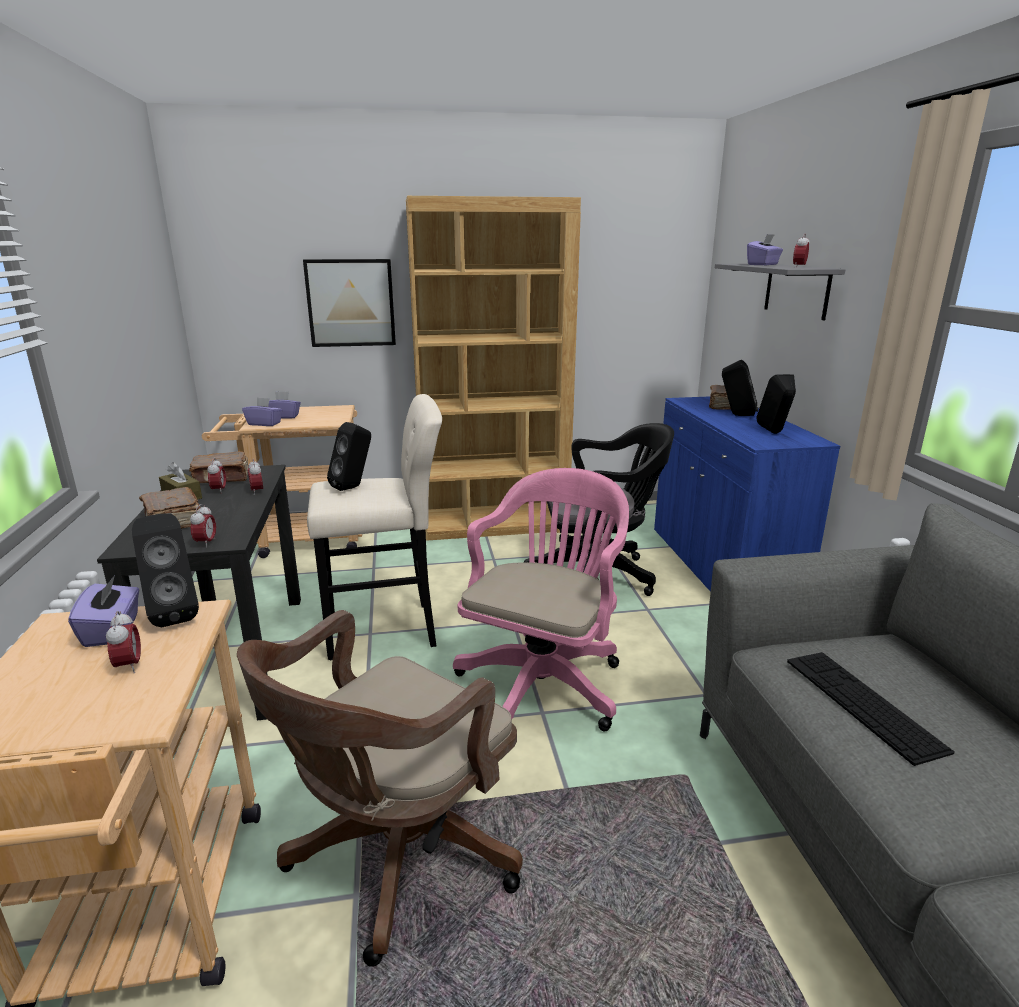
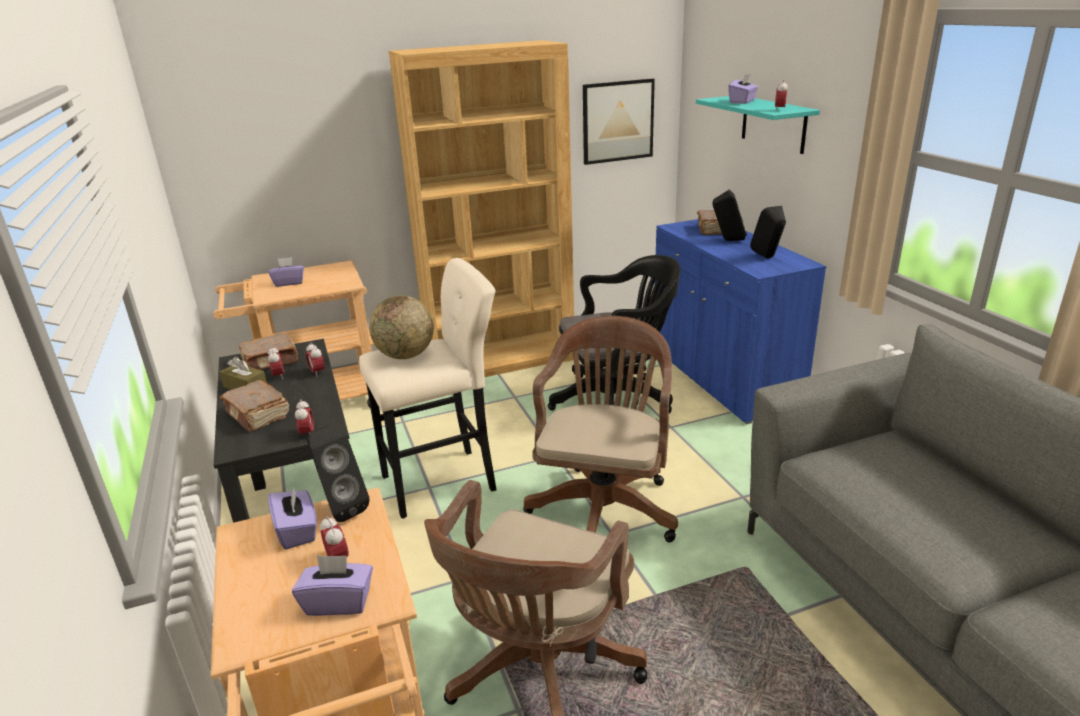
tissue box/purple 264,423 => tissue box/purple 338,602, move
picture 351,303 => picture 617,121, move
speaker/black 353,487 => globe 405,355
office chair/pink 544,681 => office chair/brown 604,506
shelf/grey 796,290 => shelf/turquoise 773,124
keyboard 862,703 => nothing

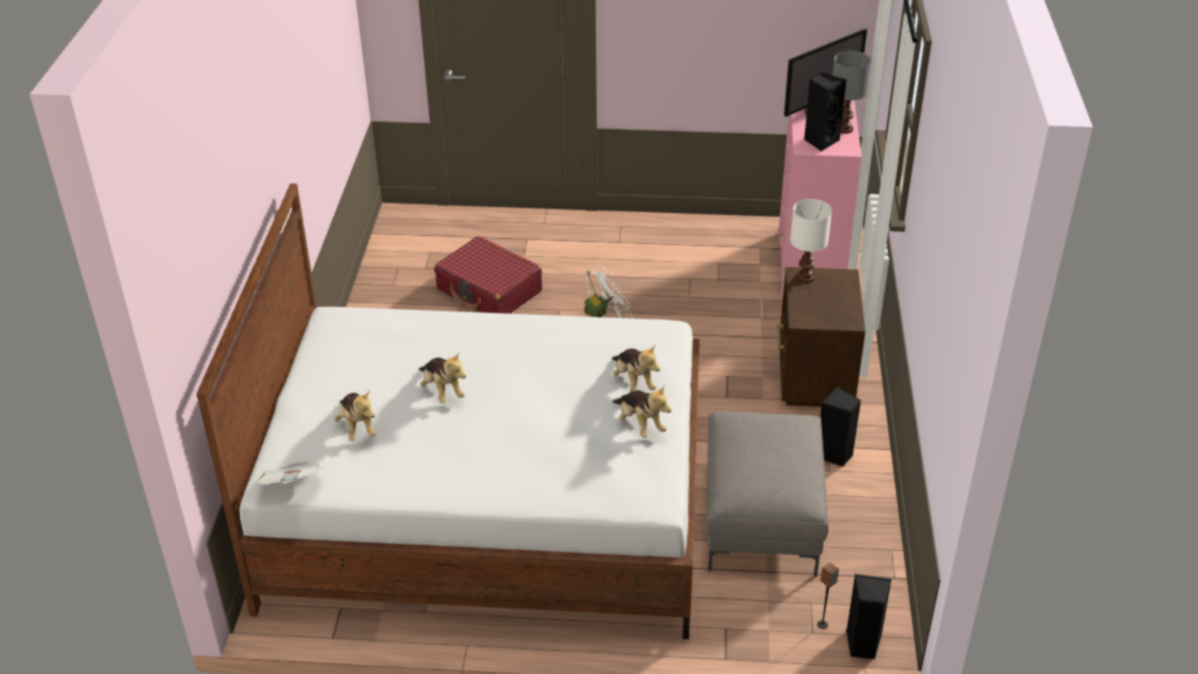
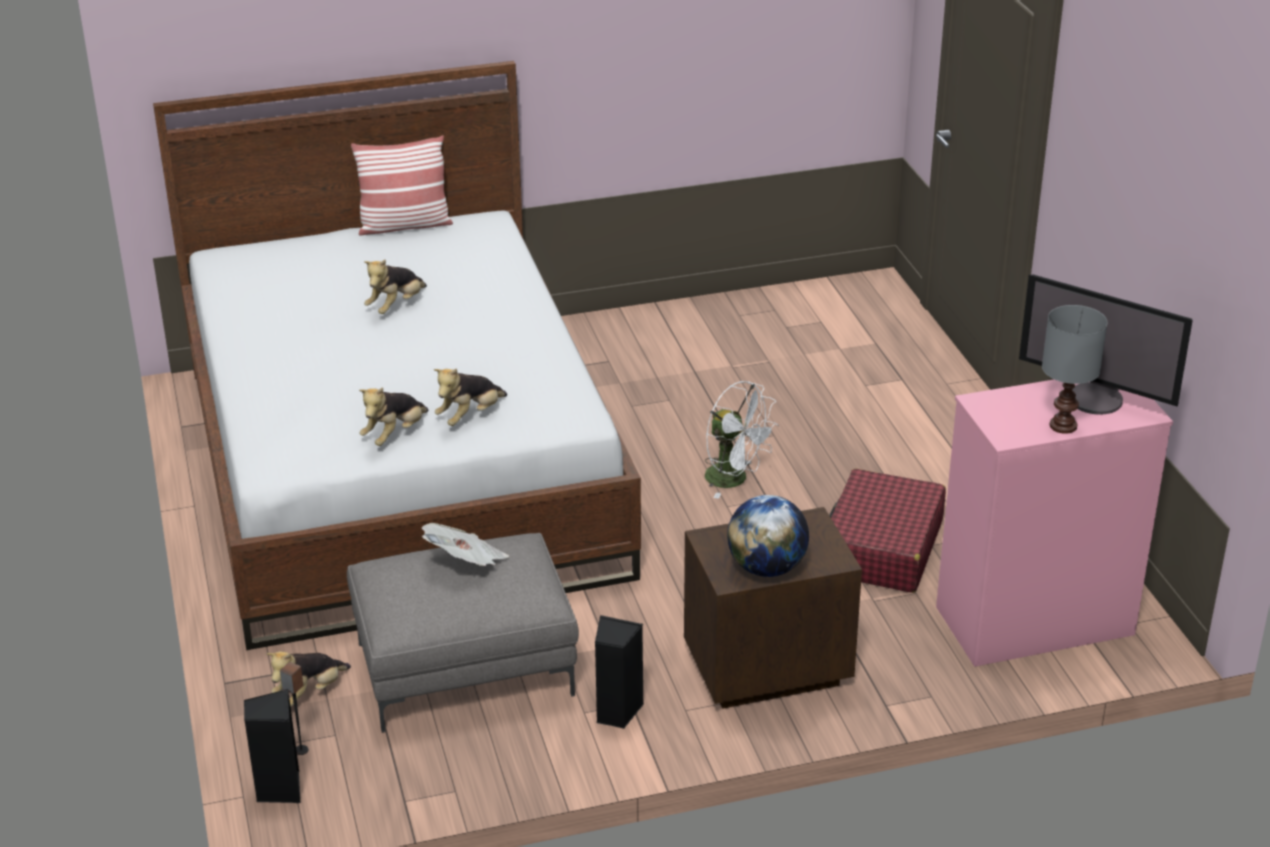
newspaper 293,485 => newspaper 466,563, move
plush toy 357,427 => plush toy 310,693, move
suitcase/red 489,291 => suitcase/red 881,548, move
table lamp/white 804,277 => nothing
speaker/black 820,141 => nothing
nothing => pillow 404,225
nothing => globe 766,568

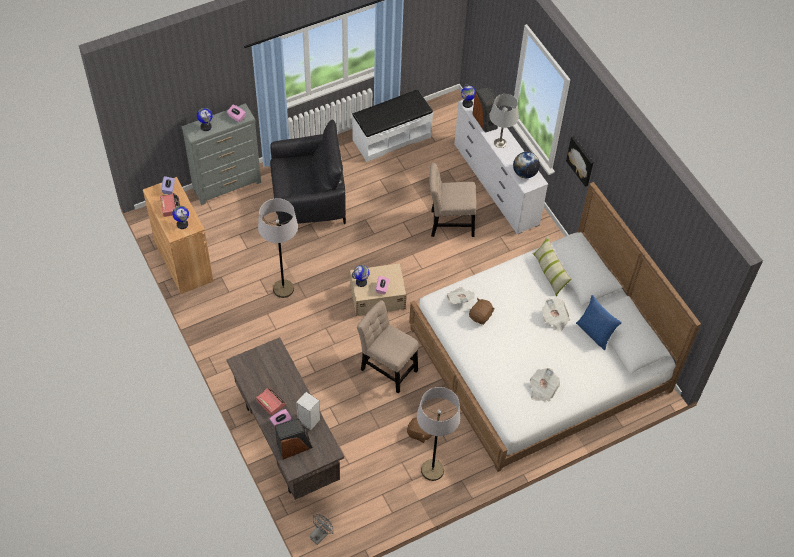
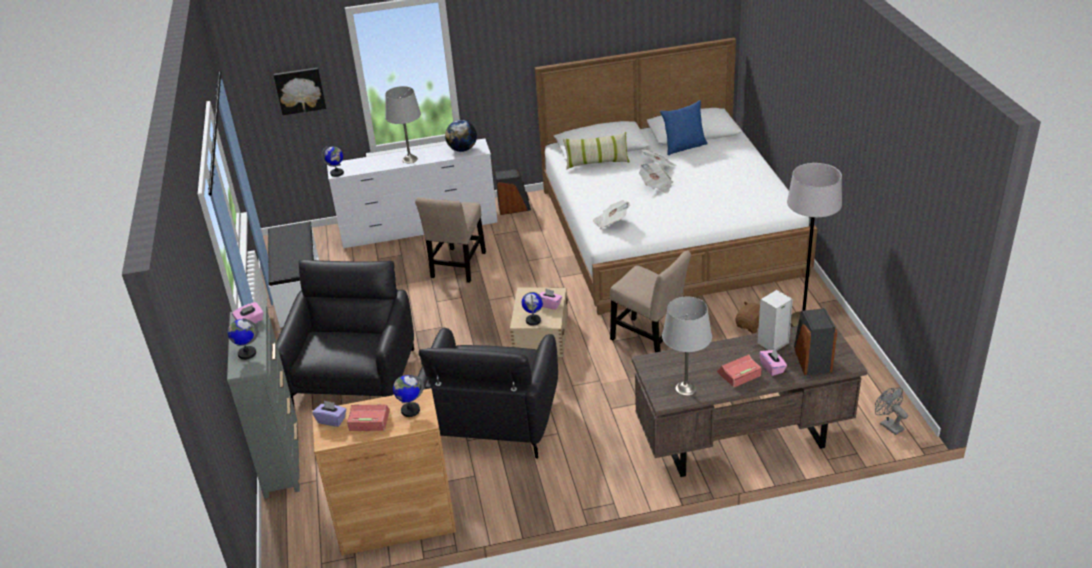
floor lamp/grey 283,289 => armchair/black 493,418
chair/beige 387,368 => chair/beige 650,340, 105 degrees counterclockwise
plush toy/brown 480,316 => nothing
speaker 485,120 => speaker 514,208, move
newspaper 542,389 => newspaper 656,186, move
picture 581,160 => picture 300,90, move
nothing => table lamp/grey 685,388

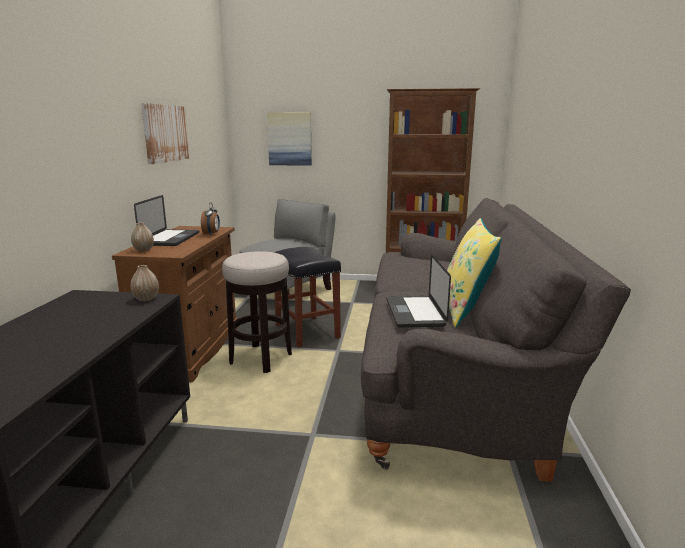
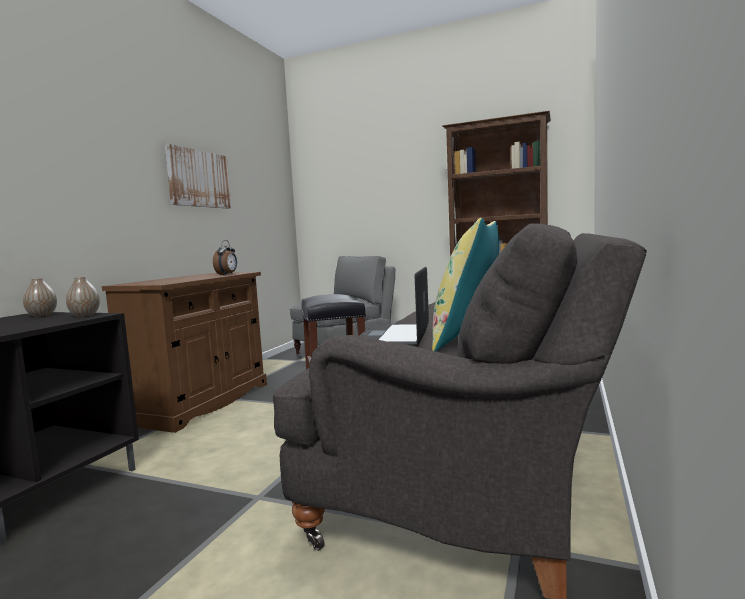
vase 143,250 => vase 42,315, move
laptop 170,239 => nothing
stool 261,358 => nothing
picture 290,139 => nothing

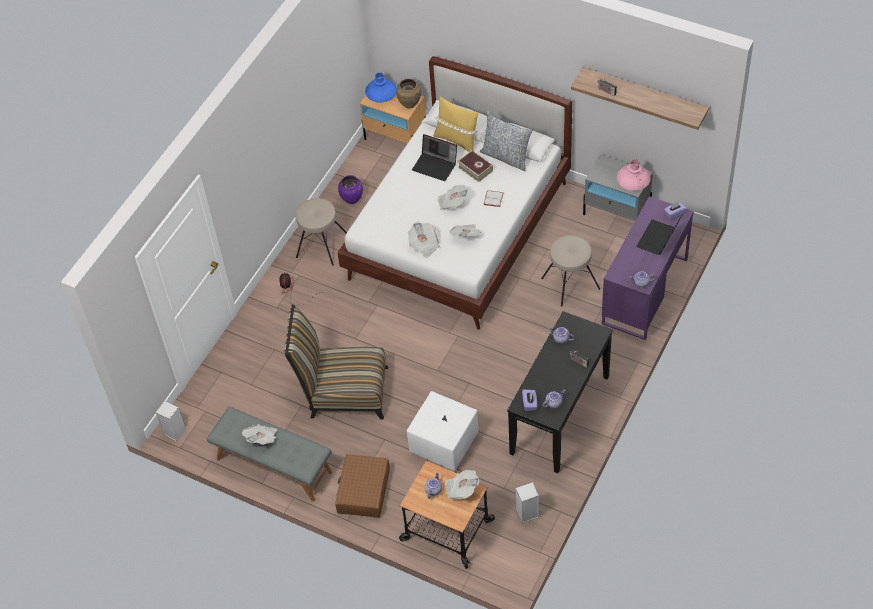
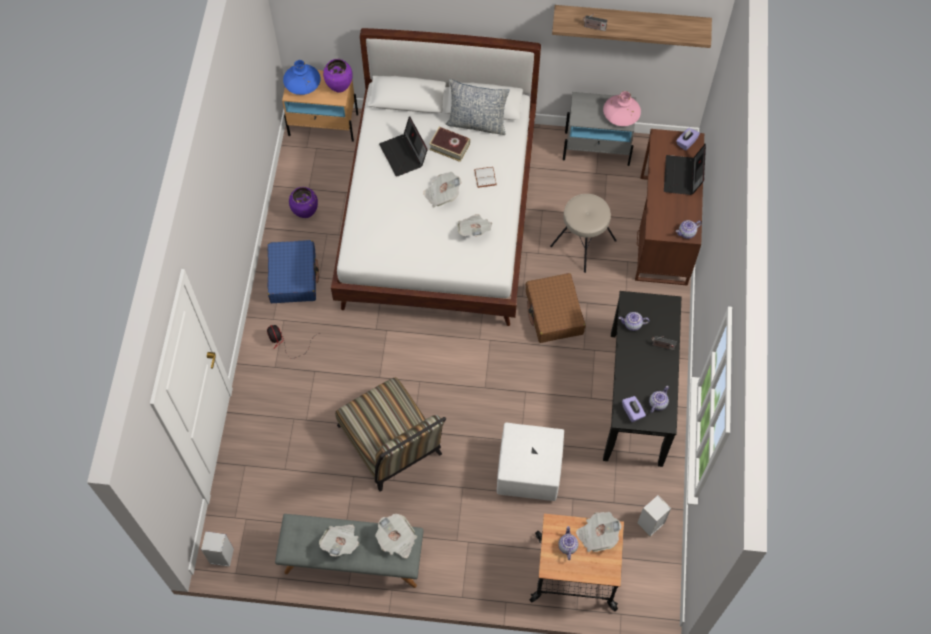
chair 343,392 => chair 393,445, 105 degrees counterclockwise
stool/beige 321,245 => suitcase/blue 293,276
suitcase/brown 363,491 => suitcase/brown 554,313, move
vase/brown 409,104 => vase/purple 339,87
newspaper 424,245 => newspaper 397,540, move
laptop 435,165 => laptop 404,155, 60 degrees clockwise
pillow/yellow 456,140 => nothing
desk/purple 644,291 => desk/brown 663,230

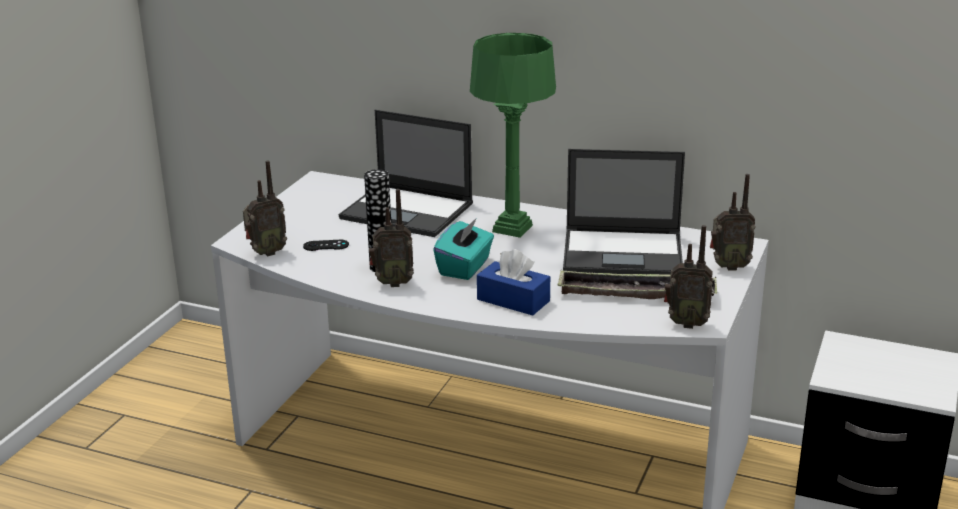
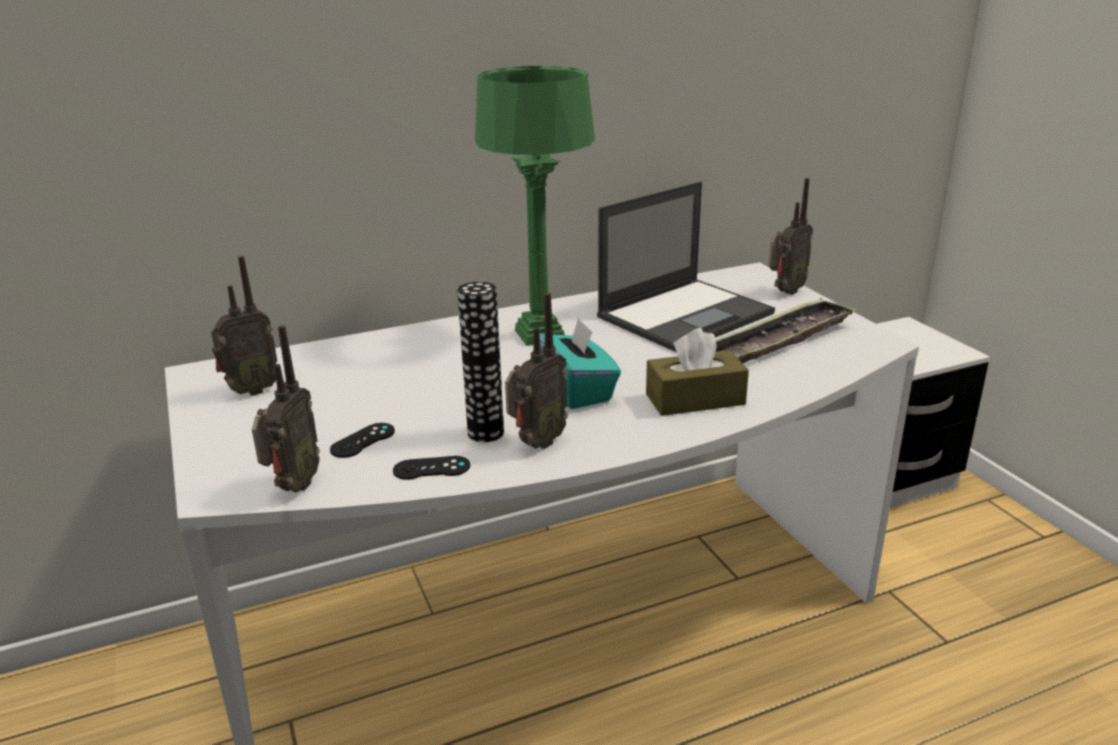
laptop 408,211 => nothing
tissue box/blue 513,300 => tissue box/brown 695,399
radio 686,323 => radio 250,391, move
nothing => game controller/black 431,468

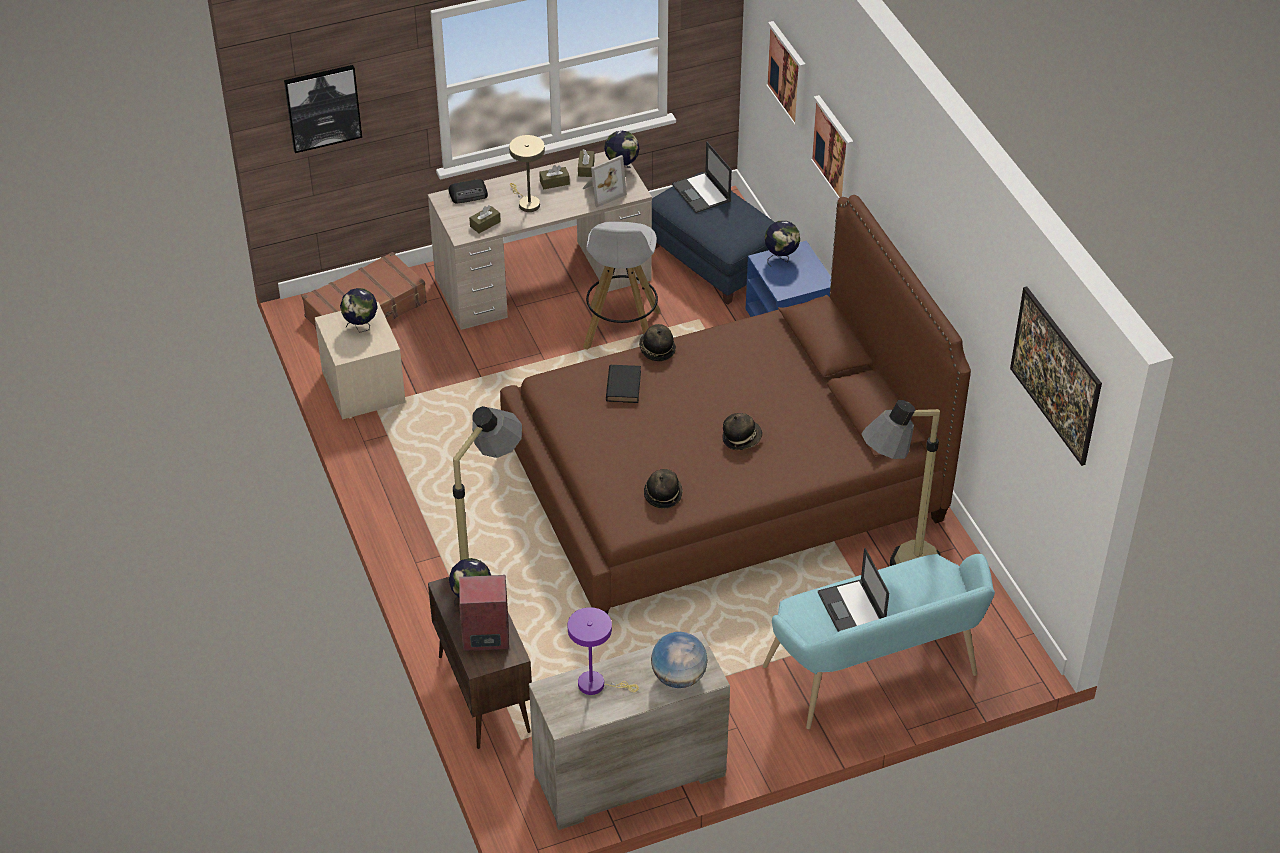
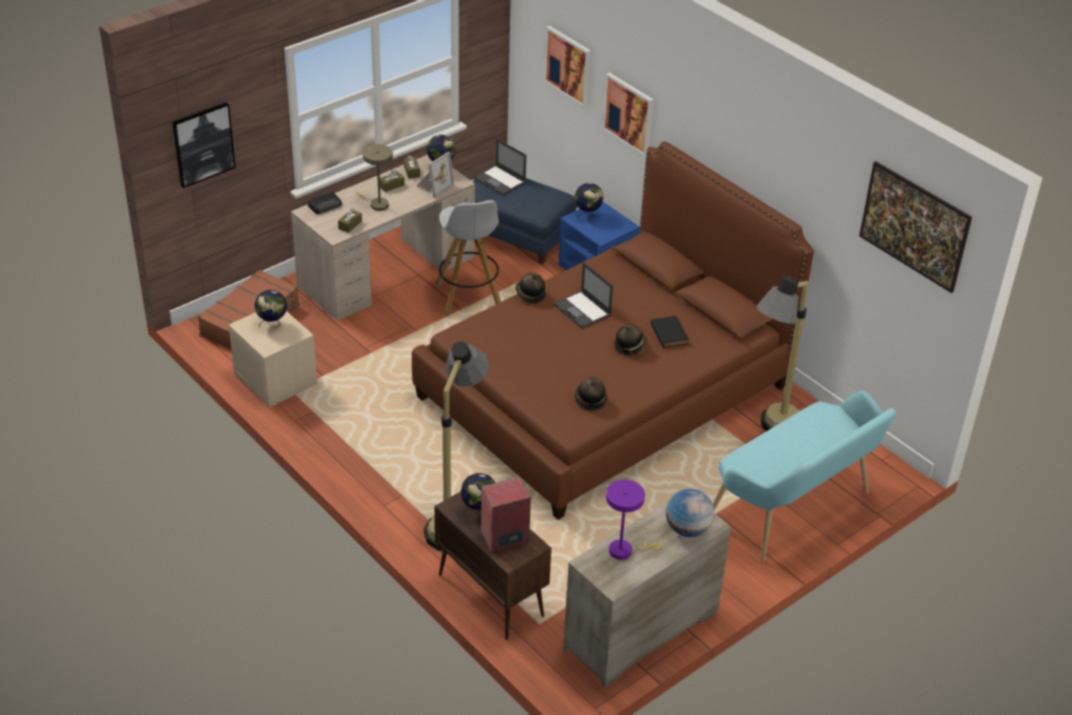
book/black 623,385 => book/black 668,333, move
laptop 852,609 => laptop 582,310, move

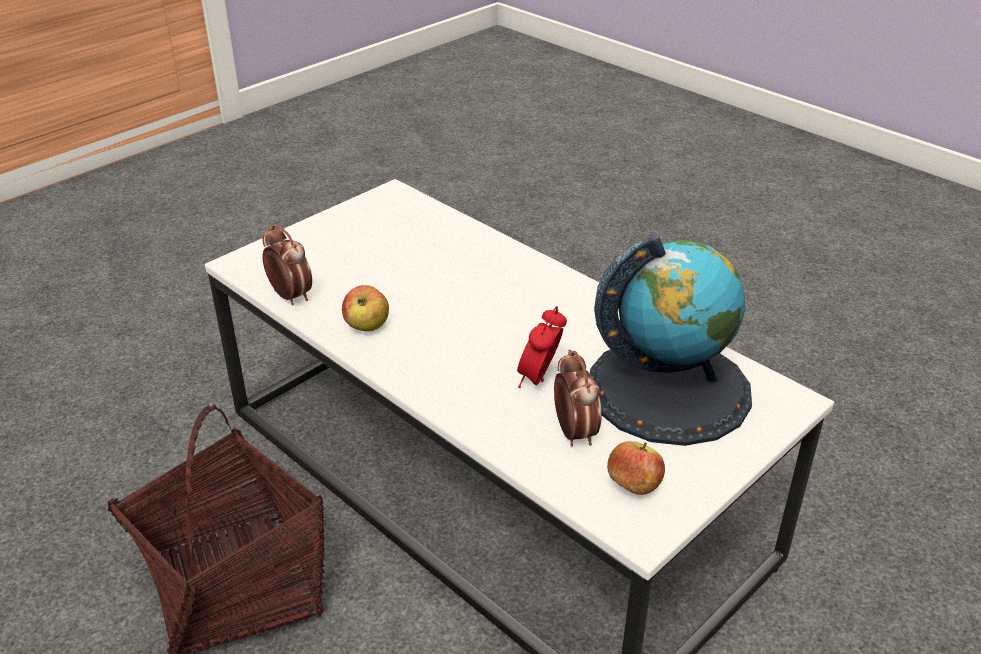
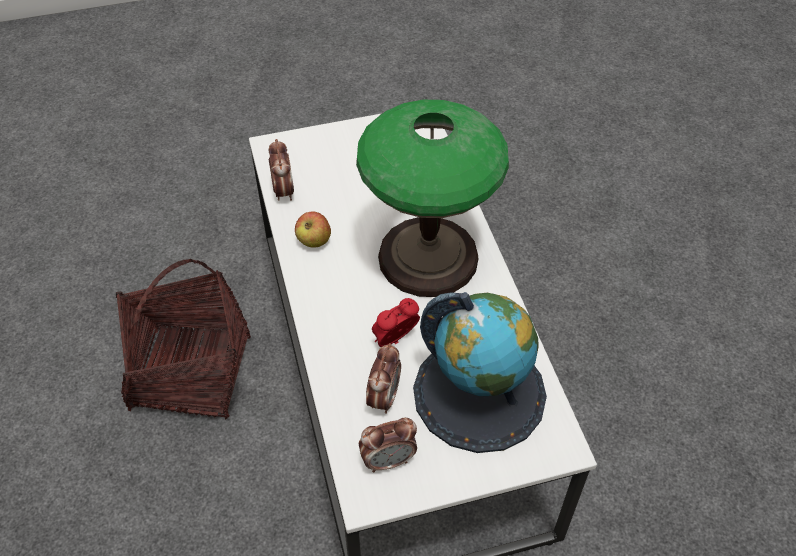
apple 633,486 => alarm clock 388,460
nothing => table lamp 427,258

